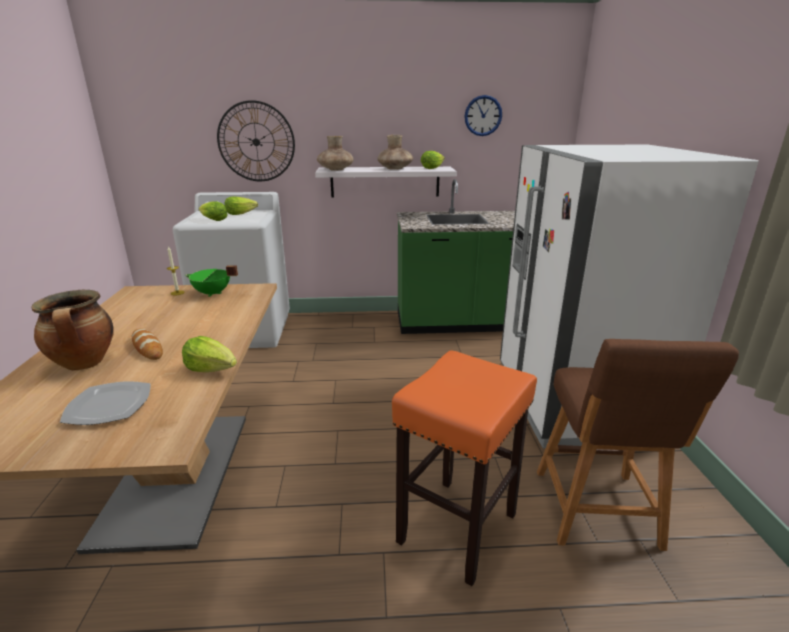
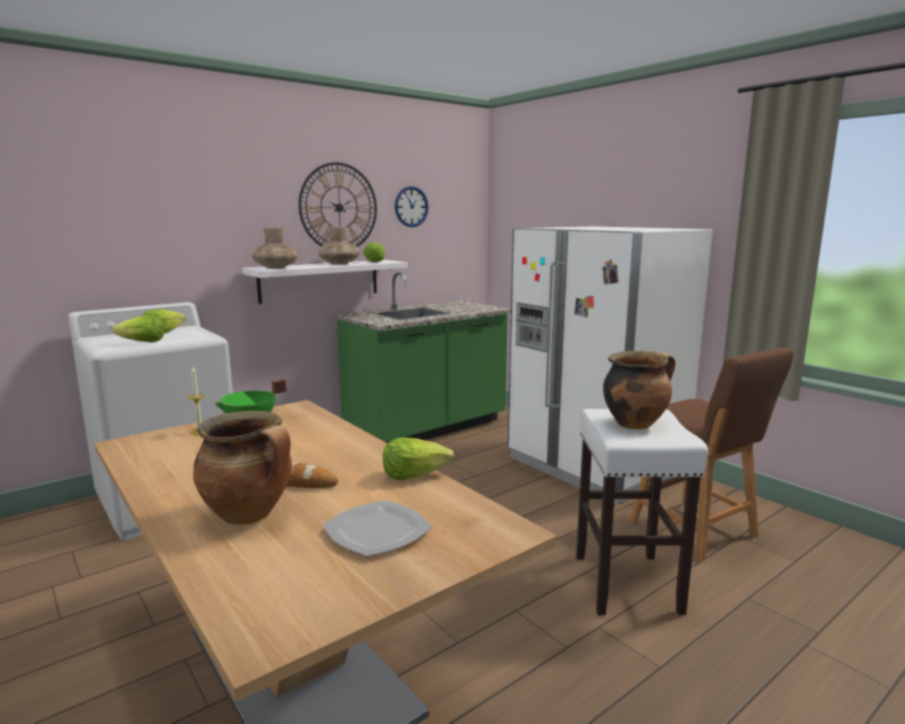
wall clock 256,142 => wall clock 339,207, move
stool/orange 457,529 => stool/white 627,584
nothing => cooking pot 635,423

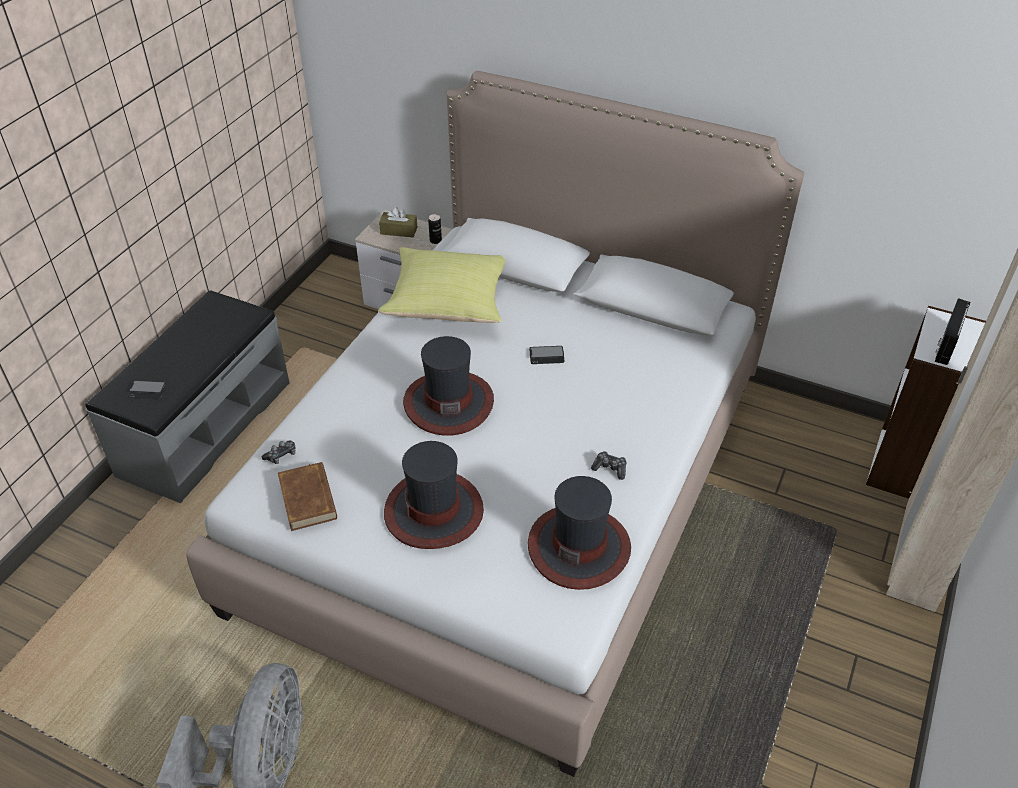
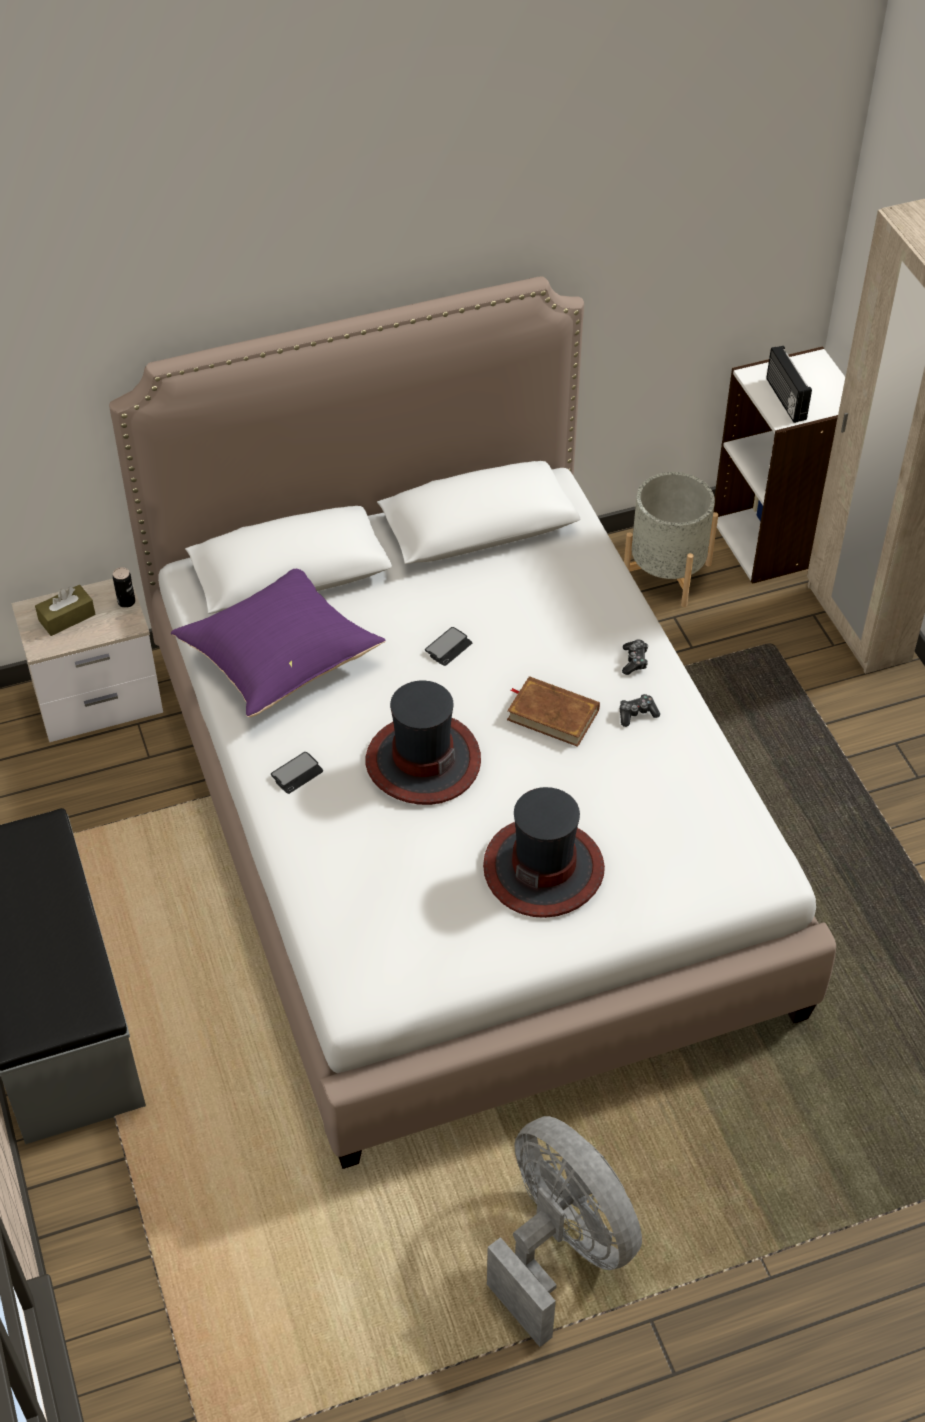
phone 147,390 => phone 297,773, move
game controller 281,455 => game controller 634,661, move
book/brown 308,499 => book/brown 552,714, move
pillow/yellow 449,302 => pillow/purple 280,659
hat 579,547 => nothing
nothing => planter/grey 666,574

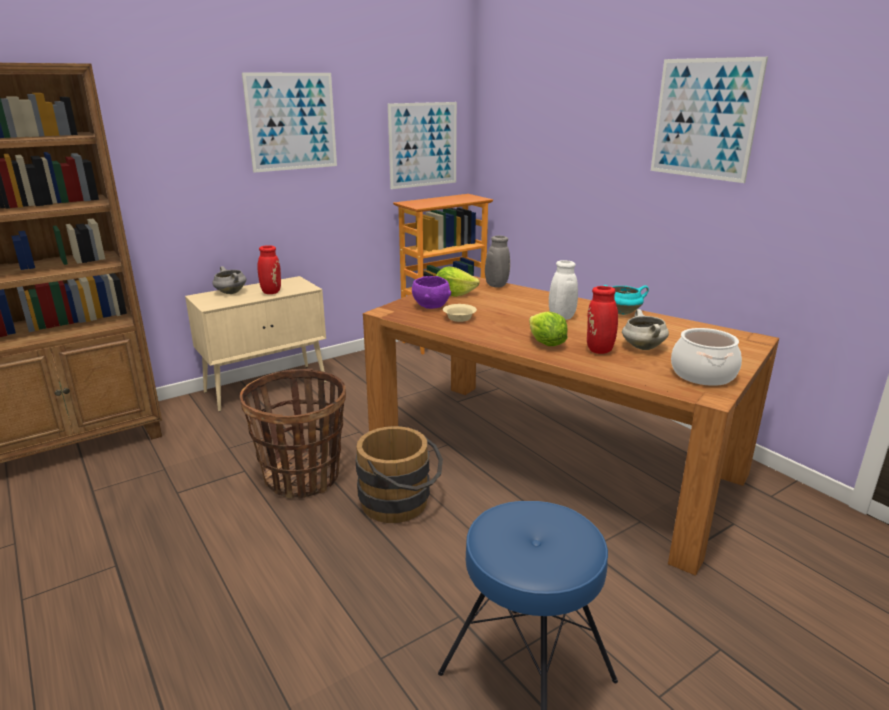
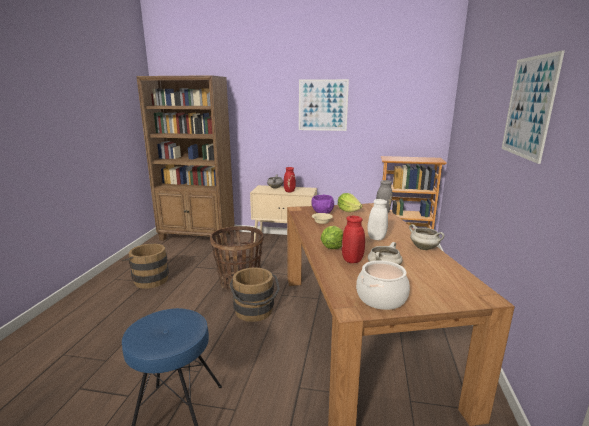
picture 423,145 => nothing
cooking pot/turquoise 622,312 => cooking pot/white 424,248
nothing => bucket/brown 149,279

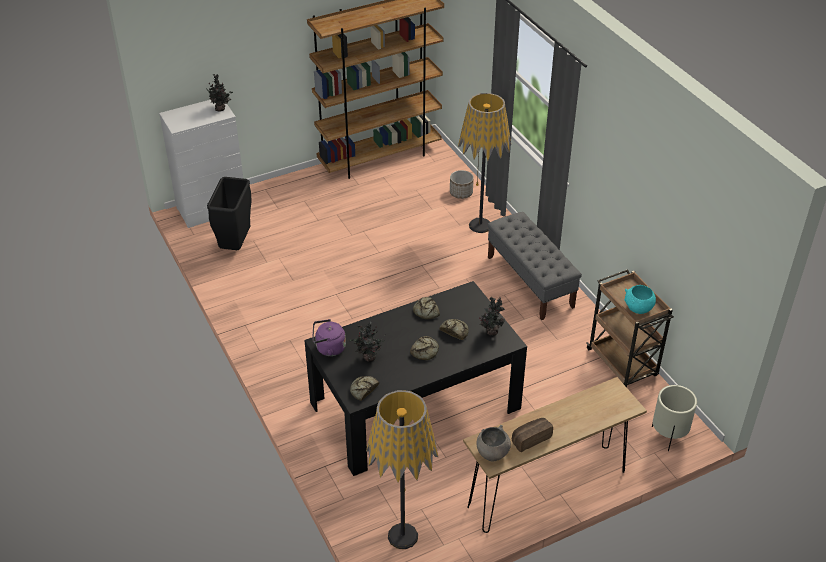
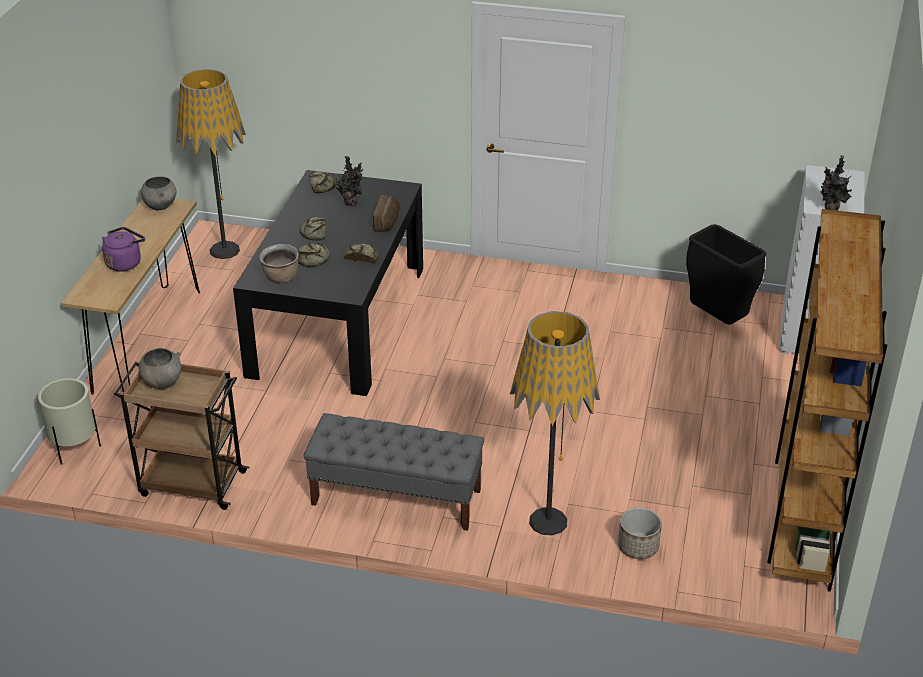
kettle/purple 328,348 => kettle/purple 125,263, move
potted plant 491,331 => cooking pot/brown 281,278
bread 530,438 => bread 388,222, move
bowl/turquoise 638,309 => bowl/grey 162,382

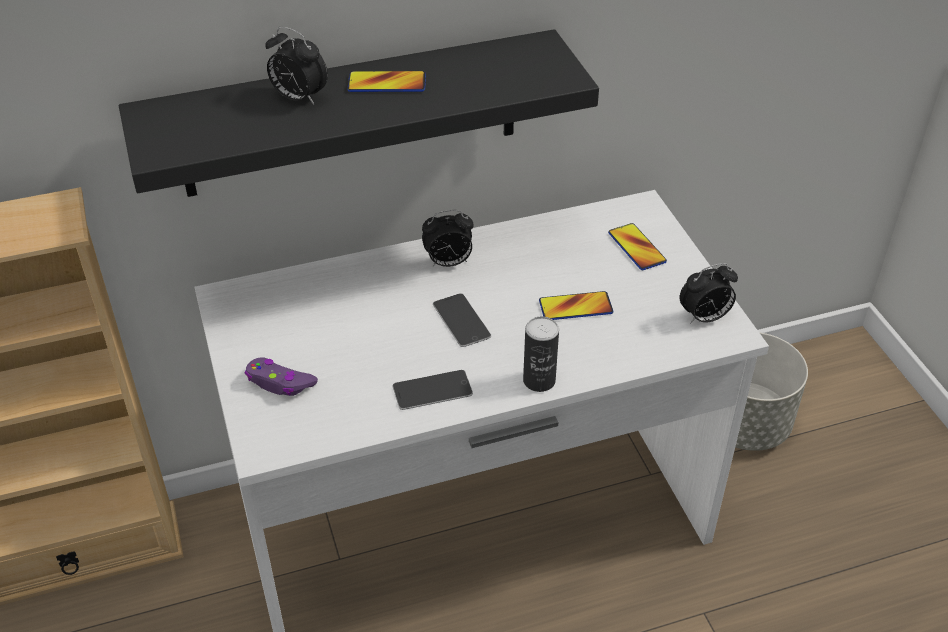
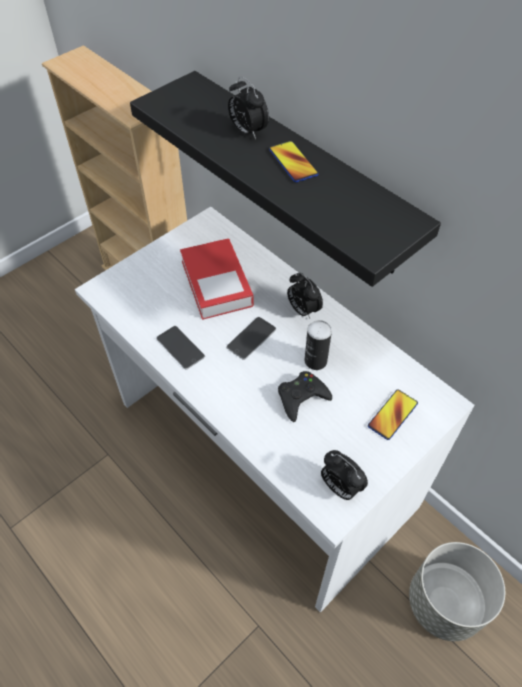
game controller/purple 280,383 => nothing
alarm clock 298,98 => alarm clock 247,131, 45 degrees counterclockwise
can 539,380 => can 315,361, move
phone 575,307 => game controller/black 301,398
nothing => book 216,283

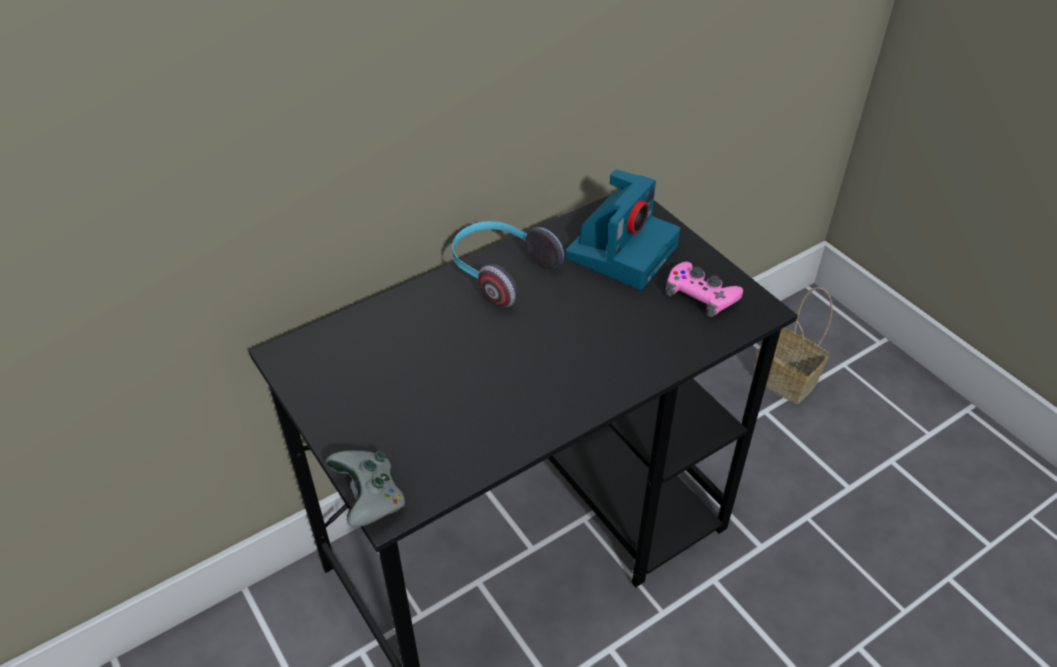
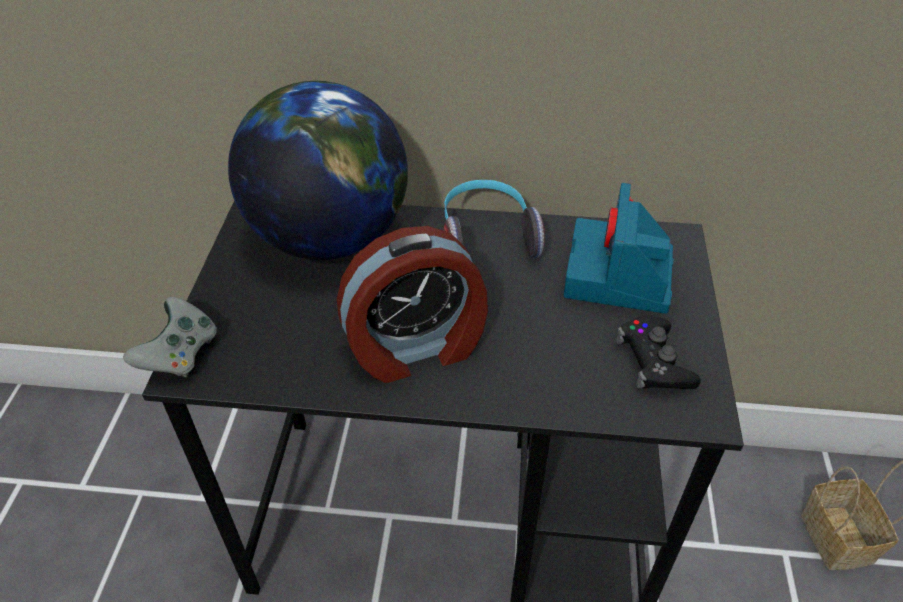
photo camera 622,250 => photo camera 619,276, 120 degrees clockwise
game controller/pink 701,294 => game controller/black 654,361
nothing => globe 329,237
nothing => alarm clock 416,348

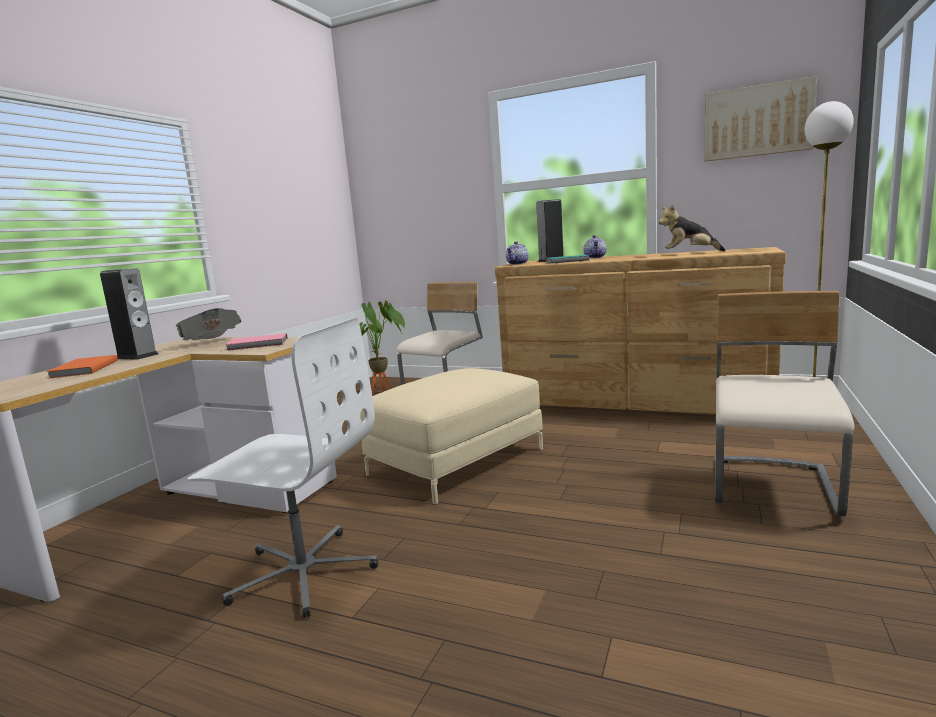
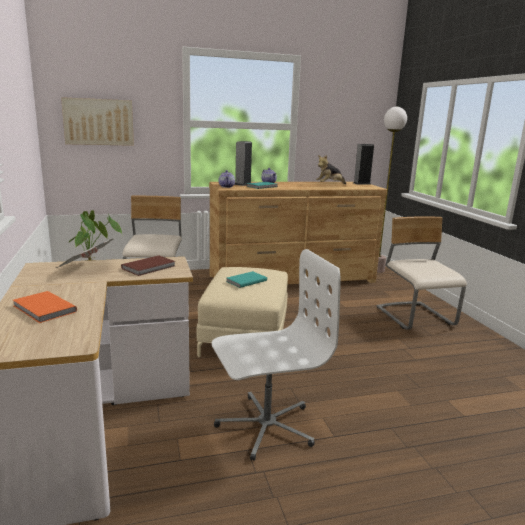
speaker 137,356 => speaker 361,183, move
book/pink 258,344 => book/brown 150,267
picture 757,121 => picture 99,122, move
nothing => book/turquoise 245,281

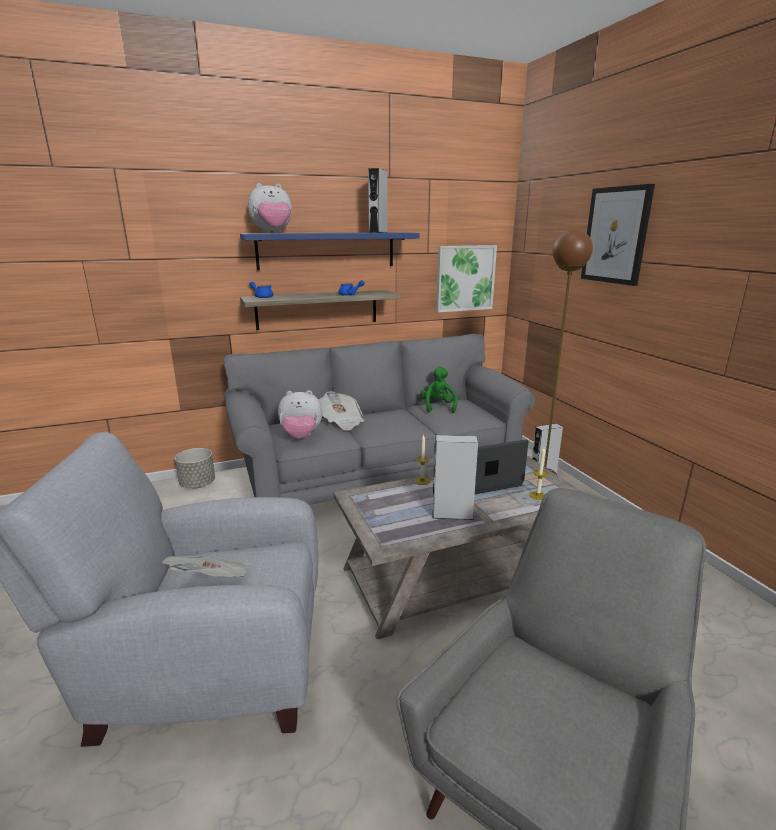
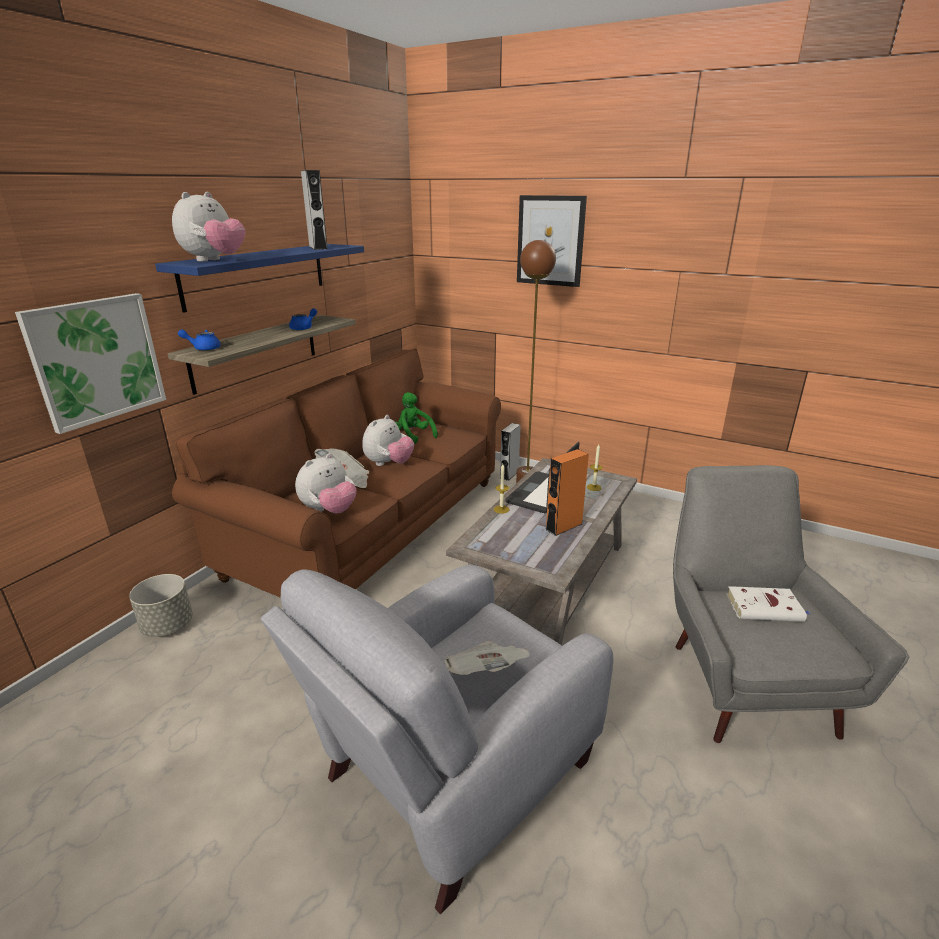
sofa/grey 379,474 => sofa/brown 372,527
speaker/grey 452,514 => speaker/orange 563,526
picture 465,278 => picture 97,360, move
nothing => plush toy 388,464
nothing => book/white 766,608

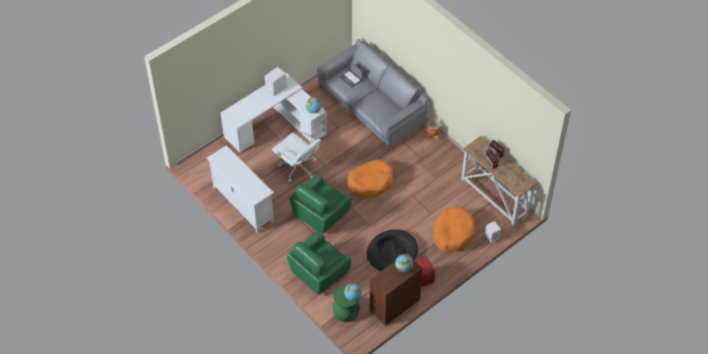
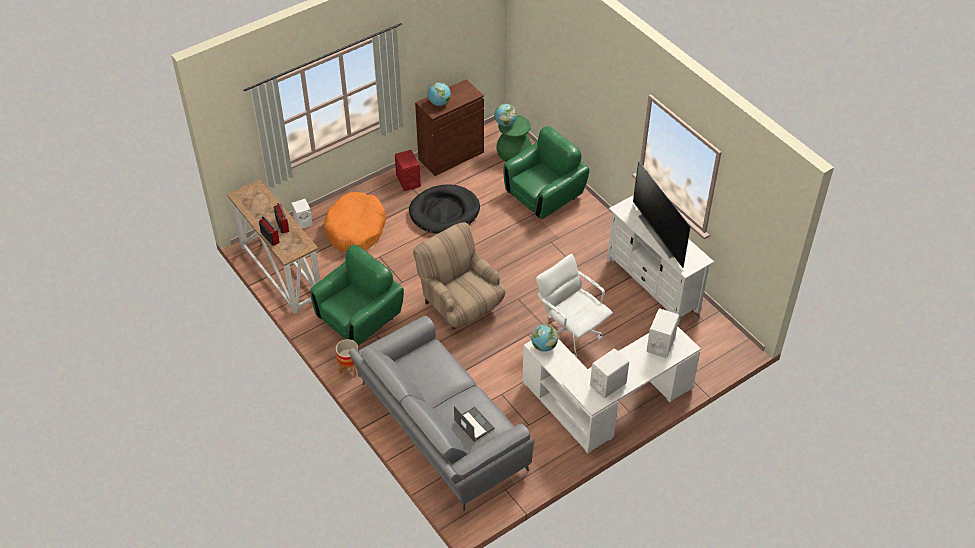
armchair/green 321,214 => armchair/green 359,317, move
dog bed/orange 371,182 => armchair/beige 460,304
nothing => television 660,234
nothing => speaker/white 660,344

